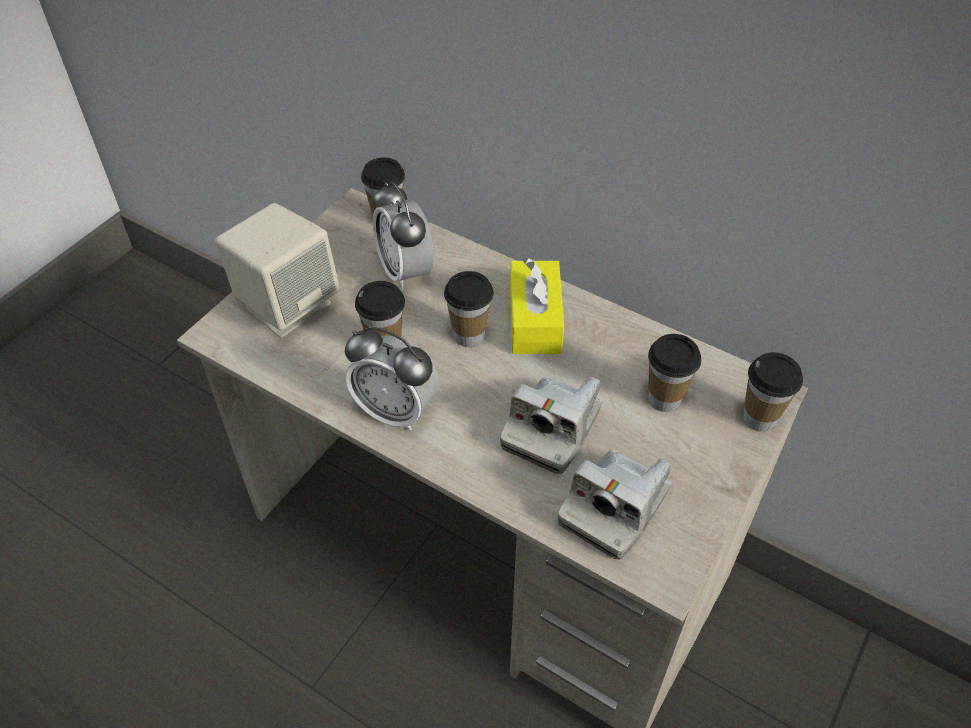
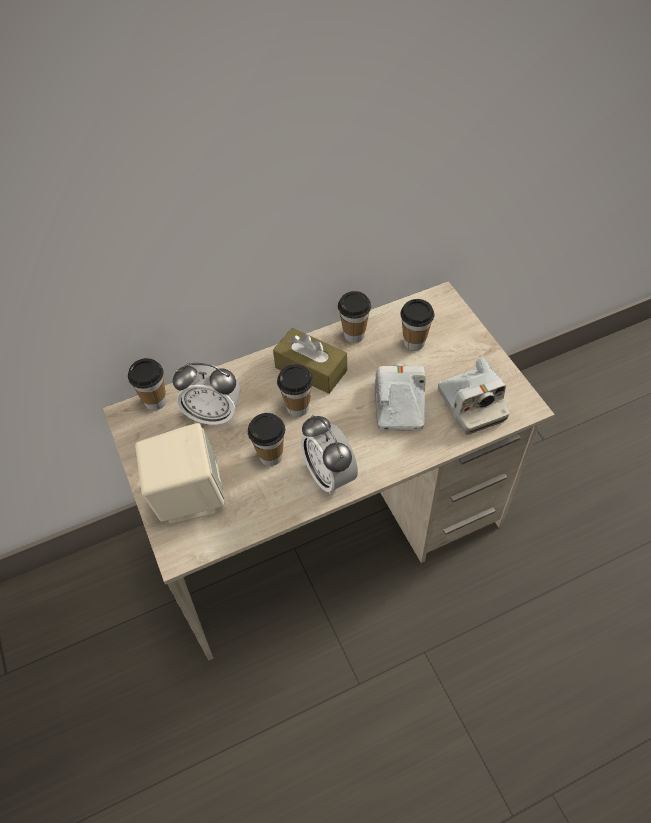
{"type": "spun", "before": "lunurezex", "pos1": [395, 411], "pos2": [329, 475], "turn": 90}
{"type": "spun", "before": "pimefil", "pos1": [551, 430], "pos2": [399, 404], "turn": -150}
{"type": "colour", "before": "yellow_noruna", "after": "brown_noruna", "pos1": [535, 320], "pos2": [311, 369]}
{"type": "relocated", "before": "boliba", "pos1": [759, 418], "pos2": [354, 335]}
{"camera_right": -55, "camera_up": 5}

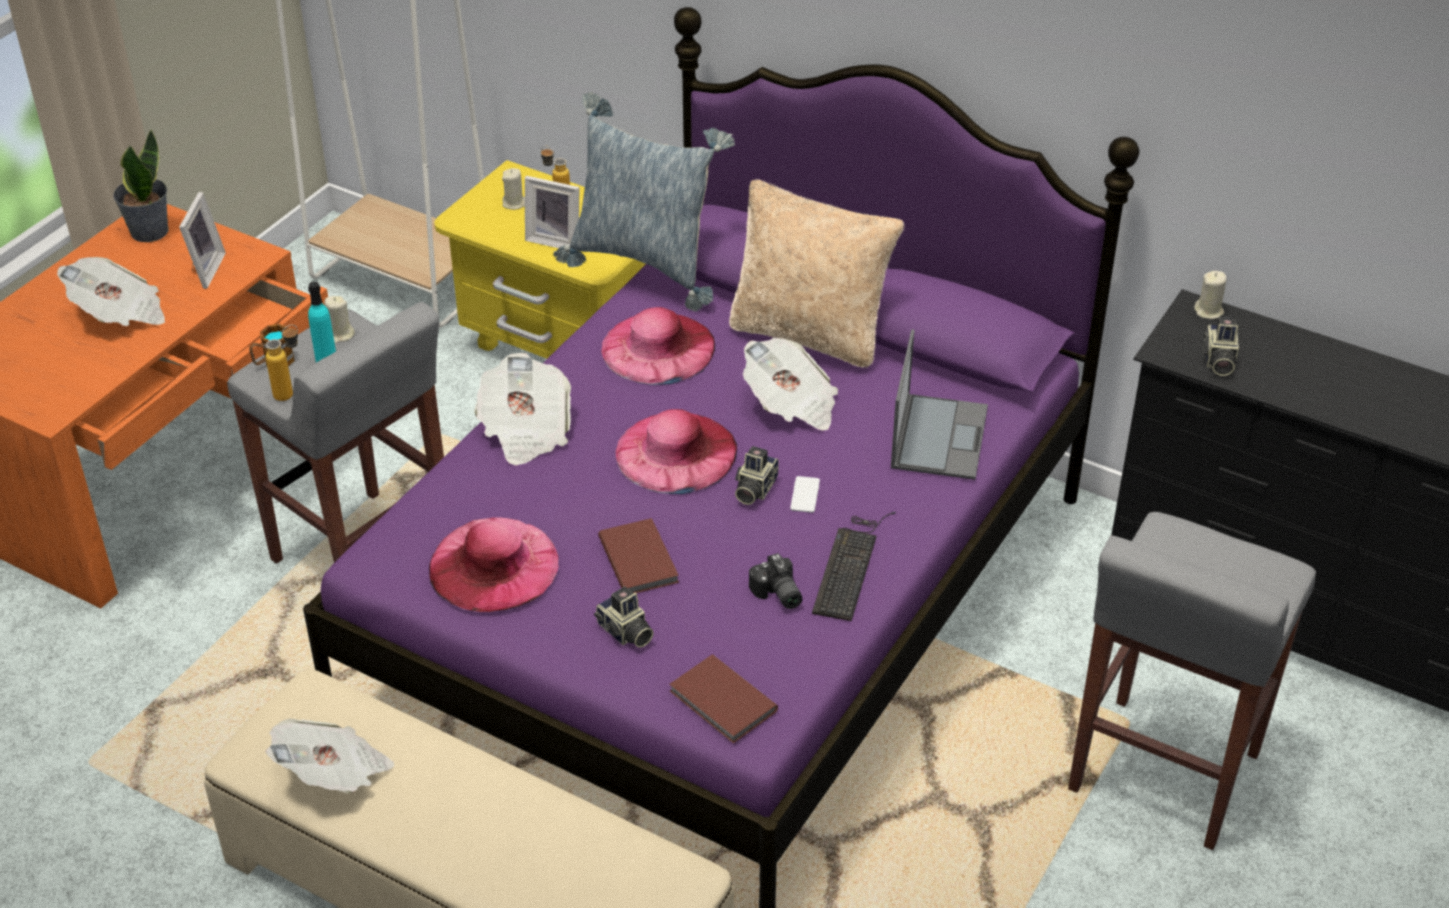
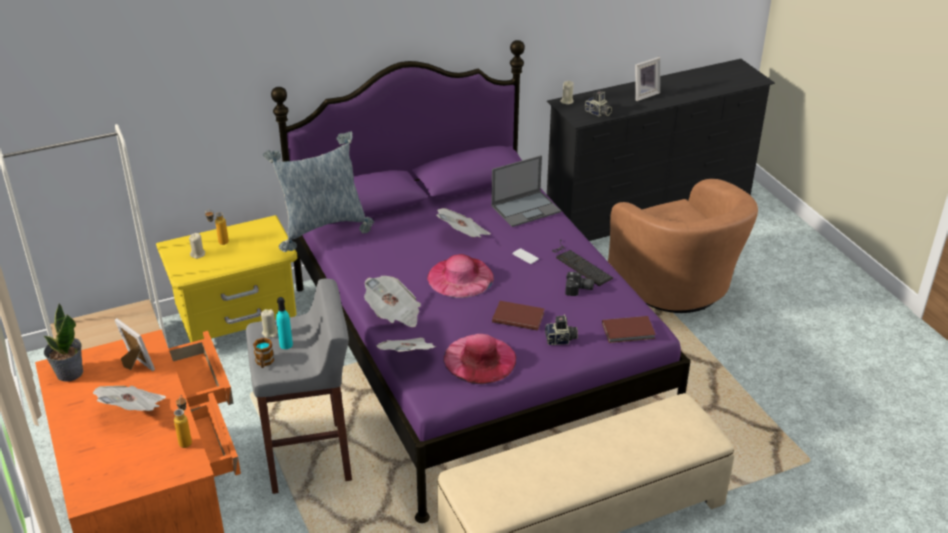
{"type": "relocated", "before": "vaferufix", "pos1": [291, 392], "pos2": [186, 440]}
{"type": "relocated", "before": "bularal", "pos1": [334, 774], "pos2": [408, 357]}
{"type": "relocated", "before": "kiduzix", "pos1": [556, 240], "pos2": [644, 94]}
{"type": "missing", "before": "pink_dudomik", "pos1": [658, 348]}
{"type": "missing", "before": "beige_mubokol", "pos1": [809, 338]}
{"type": "missing", "before": "pimefil", "pos1": [753, 489]}
{"type": "spun", "before": "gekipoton", "pos1": [939, 436], "pos2": [526, 208], "turn": 105}
{"type": "exchanged", "before": "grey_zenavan", "after": "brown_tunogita", "pos1": [1162, 774], "pos2": [676, 288]}
{"camera_right": -55, "camera_up": -5}

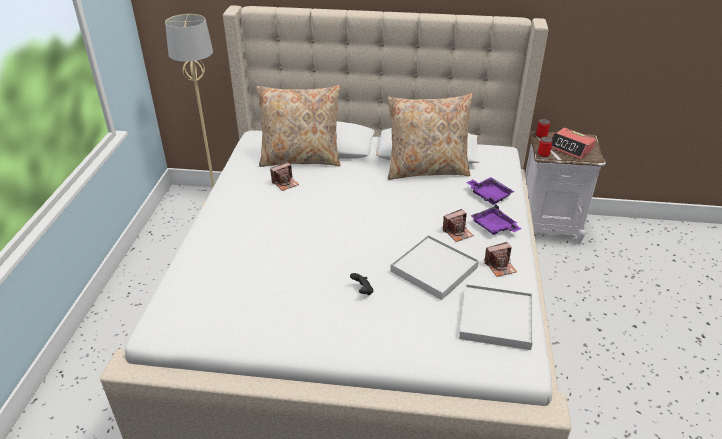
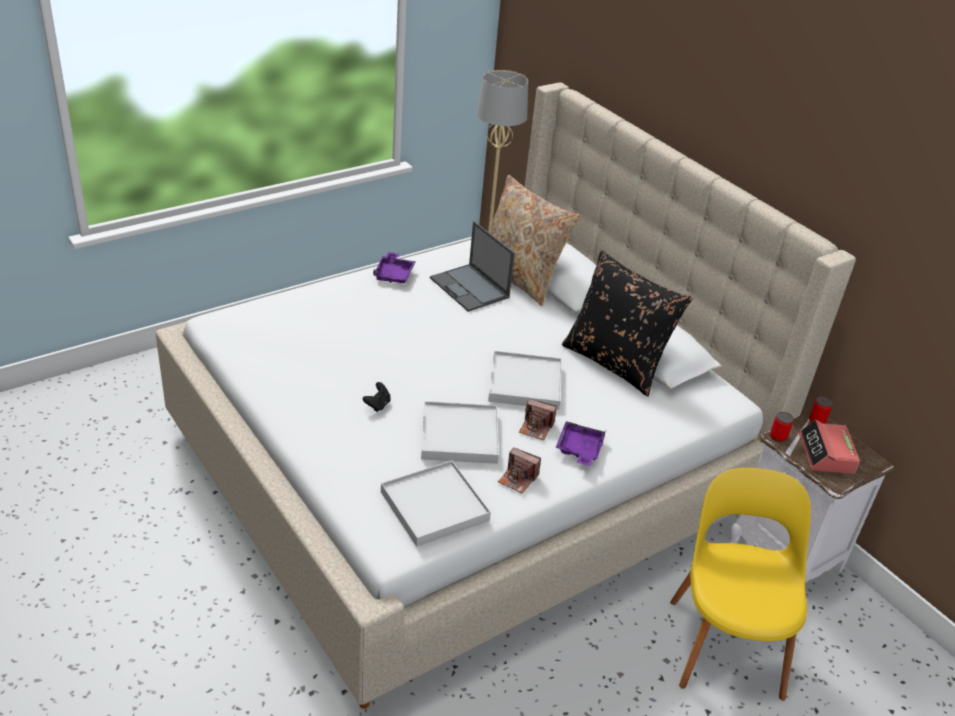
{"type": "exchanged", "before": "pimefil", "after": "gekipoton", "pos1": [285, 183], "pos2": [470, 288]}
{"type": "colour", "before": "beige_mubokol", "after": "black_mubokol", "pos1": [427, 170], "pos2": [615, 363]}
{"type": "relocated", "before": "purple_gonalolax", "pos1": [489, 195], "pos2": [394, 274]}
{"type": "appeared", "after": "white_gonalolax", "pos2": [524, 383]}
{"type": "appeared", "after": "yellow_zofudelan", "pos2": [725, 642]}
{"camera_right": 45, "camera_up": 0}

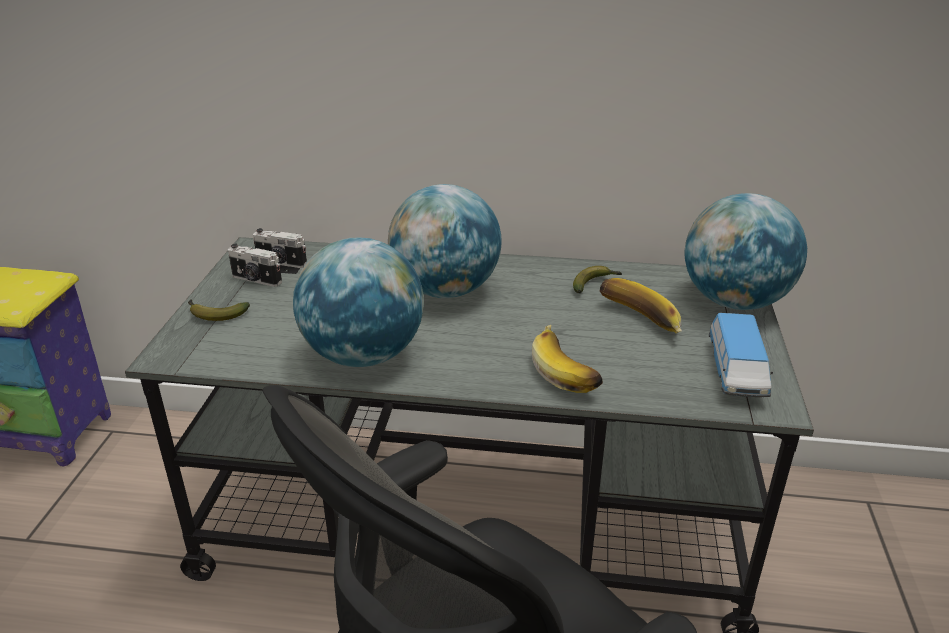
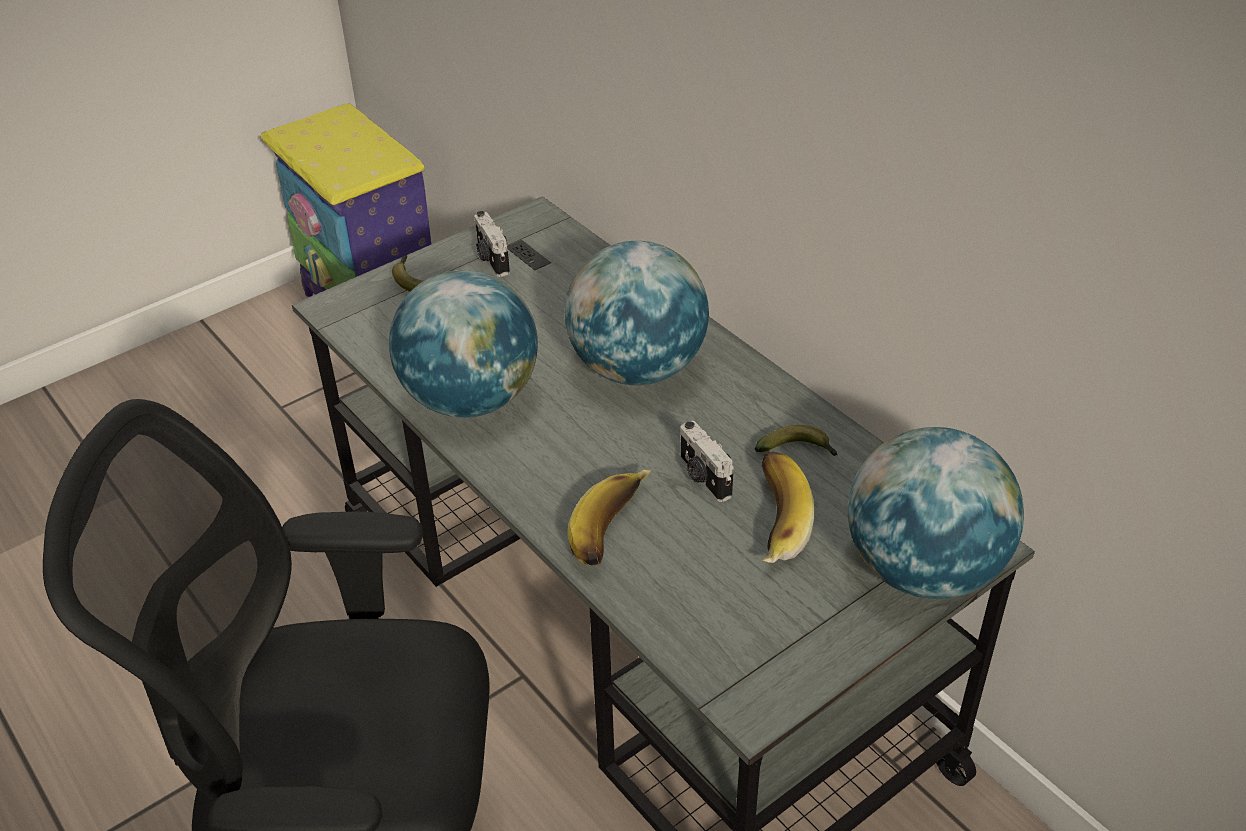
{"type": "relocated", "before": "pimefil", "pos1": [281, 263], "pos2": [703, 478]}
{"type": "missing", "before": "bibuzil", "pos1": [736, 372]}
{"camera_right": 45, "camera_up": 10}

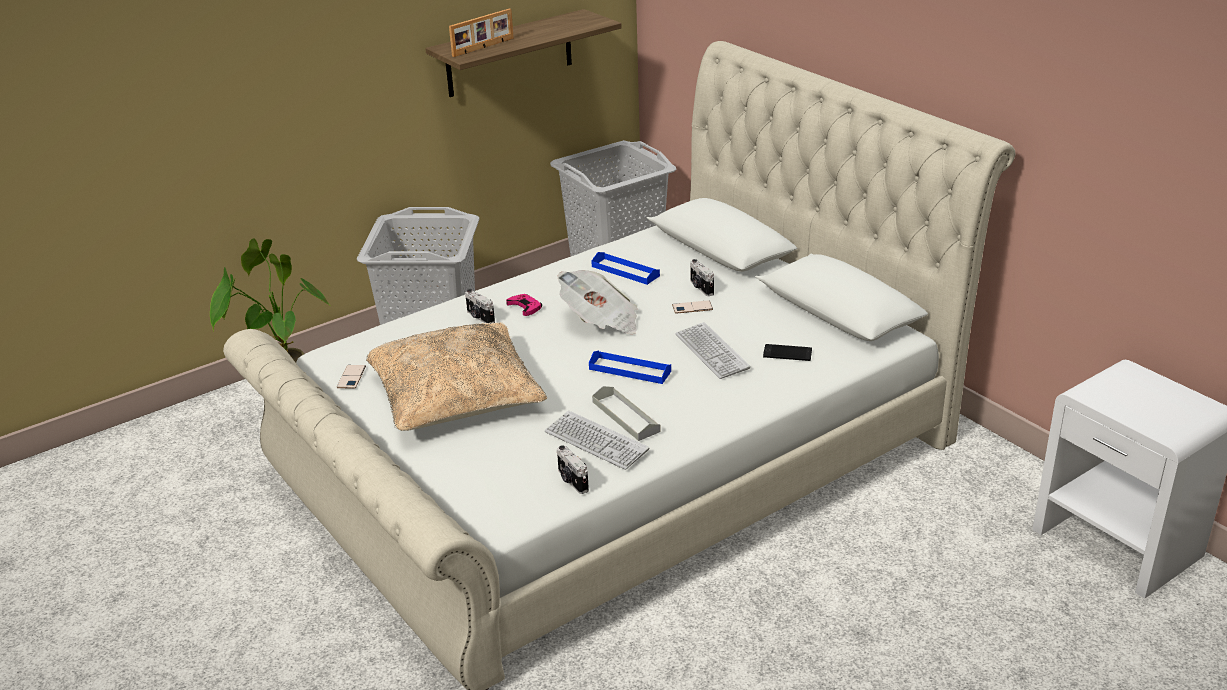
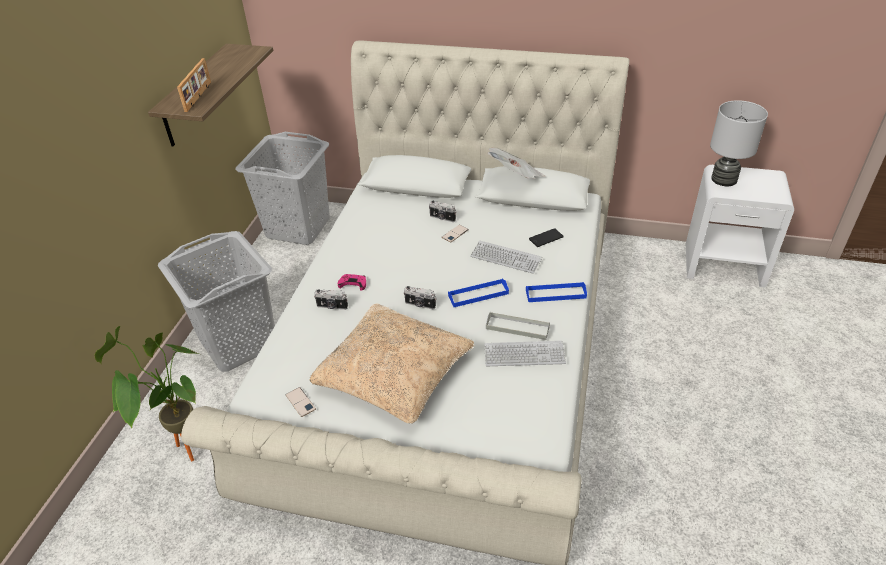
{"type": "relocated", "before": "bularal", "pos1": [601, 321], "pos2": [516, 177]}
{"type": "relocated", "before": "pimefil", "pos1": [571, 481], "pos2": [420, 305]}
{"type": "relocated", "before": "blue_gonalolax", "pos1": [625, 271], "pos2": [555, 294]}
{"type": "appeared", "after": "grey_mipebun", "pos2": [724, 179]}
{"camera_right": -40, "camera_up": 10}

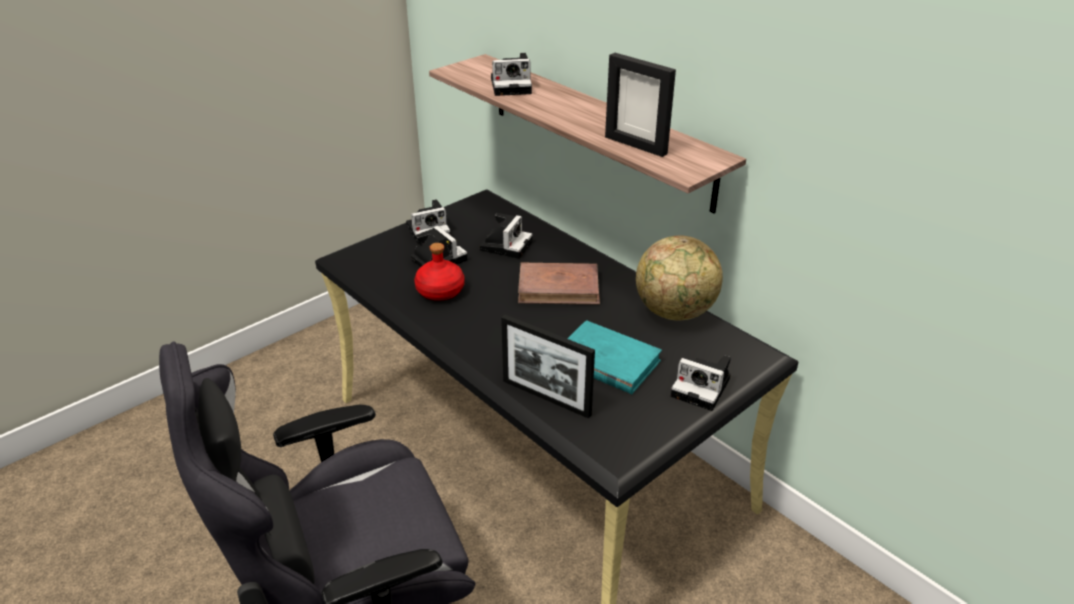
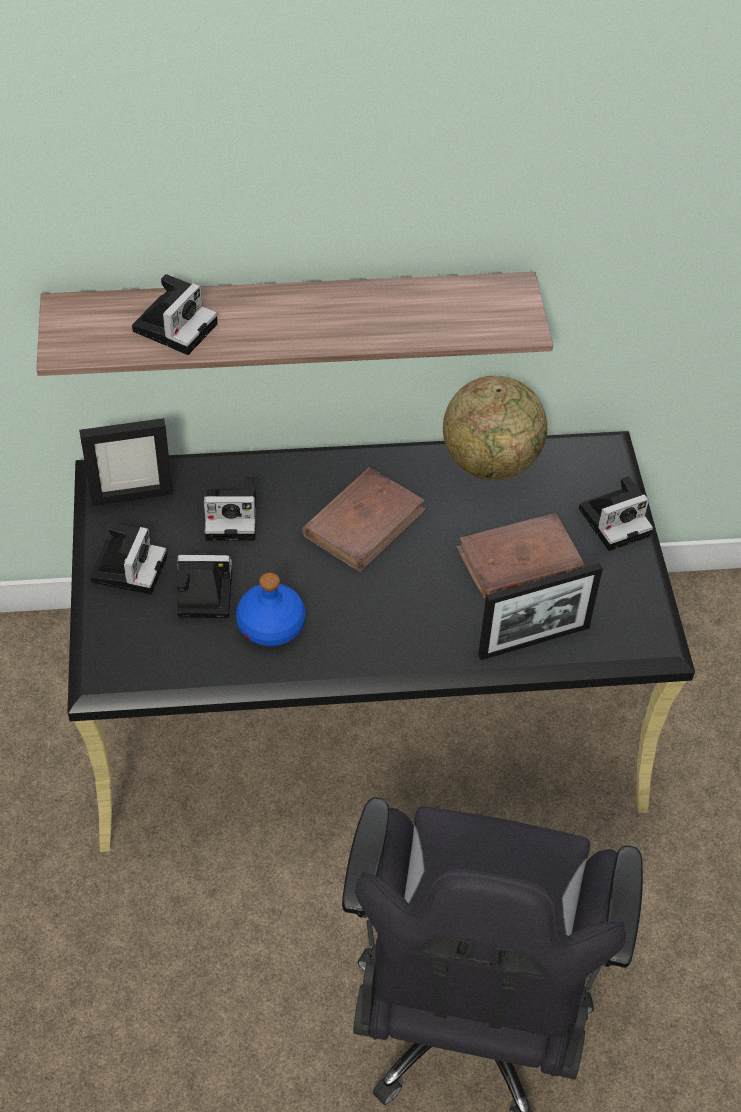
{"type": "colour", "before": "red_vaferufix", "after": "blue_vaferufix", "pos1": [439, 291], "pos2": [270, 626]}
{"type": "spun", "before": "pimefil", "pos1": [506, 244], "pos2": [234, 516], "turn": 120}
{"type": "colour", "before": "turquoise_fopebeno", "after": "brown_fopebeno", "pos1": [606, 361], "pos2": [519, 563]}
{"type": "relocated", "before": "kiduzix", "pos1": [636, 144], "pos2": [131, 495]}
{"camera_right": -55, "camera_up": 15}

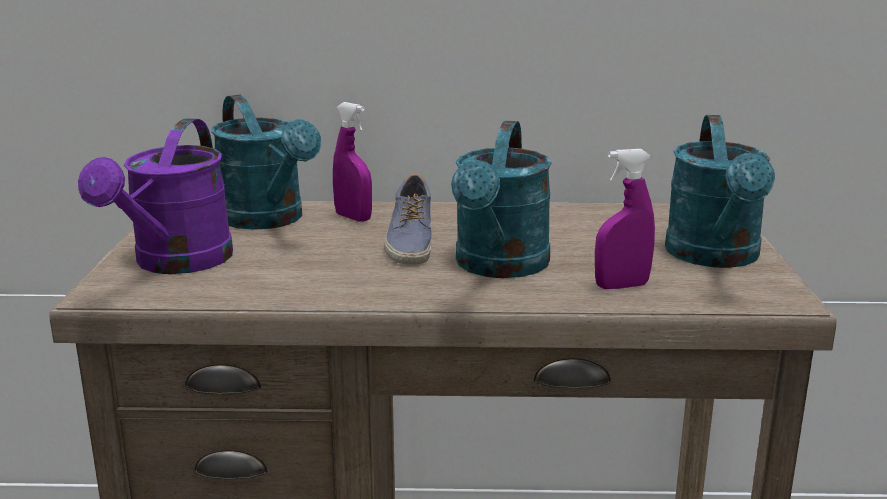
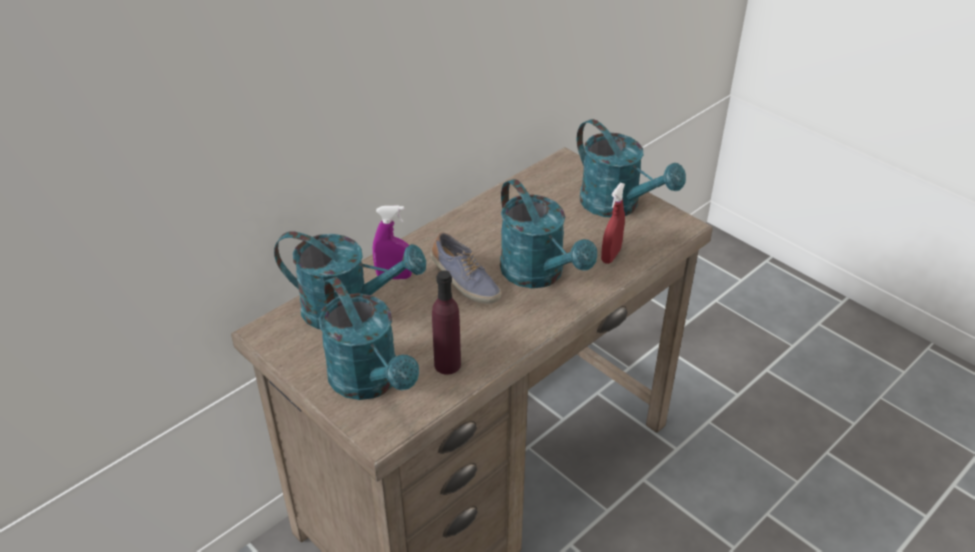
{"type": "colour", "before": "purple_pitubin", "after": "turquoise_pitubin", "pos1": [176, 263], "pos2": [370, 382]}
{"type": "colour", "before": "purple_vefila", "after": "red_vefila", "pos1": [621, 286], "pos2": [611, 255]}
{"type": "appeared", "after": "purple_vaferufix", "pos2": [447, 364]}
{"camera_right": -45, "camera_up": 20}

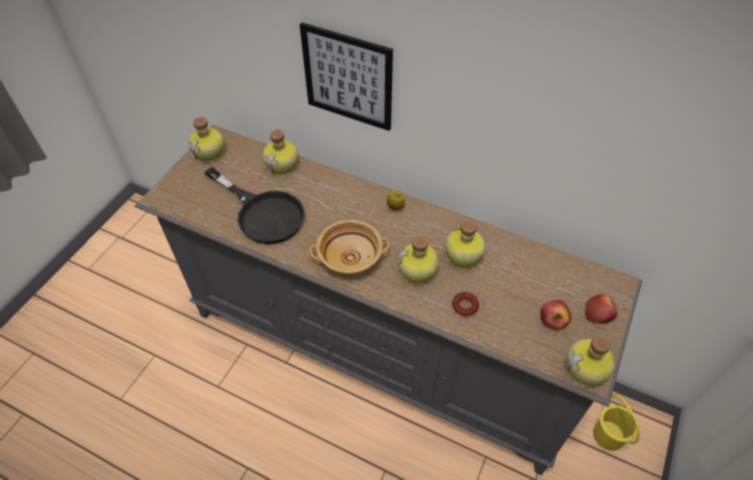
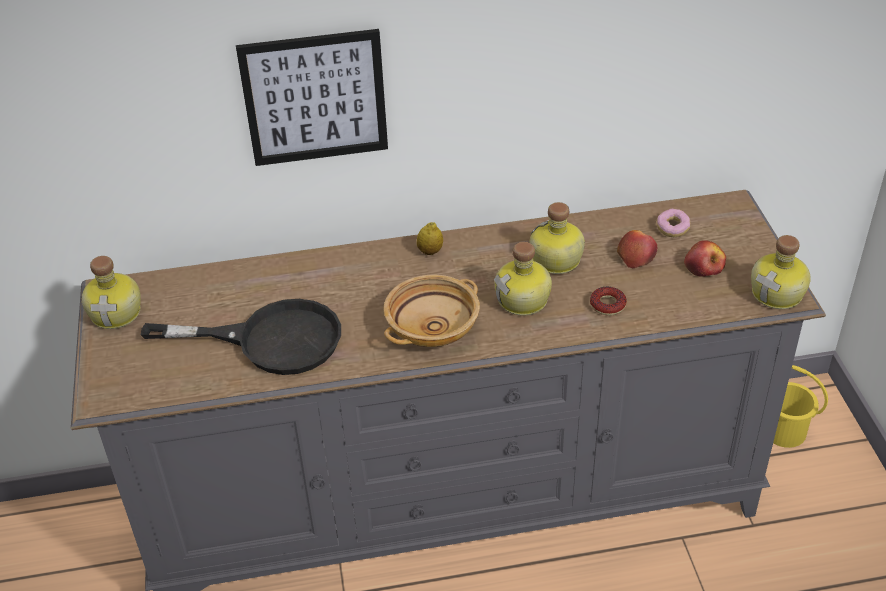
{"type": "missing", "before": "vaferufix", "pos1": [283, 165]}
{"type": "relocated", "before": "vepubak", "pos1": [599, 312], "pos2": [636, 255]}
{"type": "appeared", "after": "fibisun", "pos2": [672, 229]}
{"camera_right": -35, "camera_up": -10}

